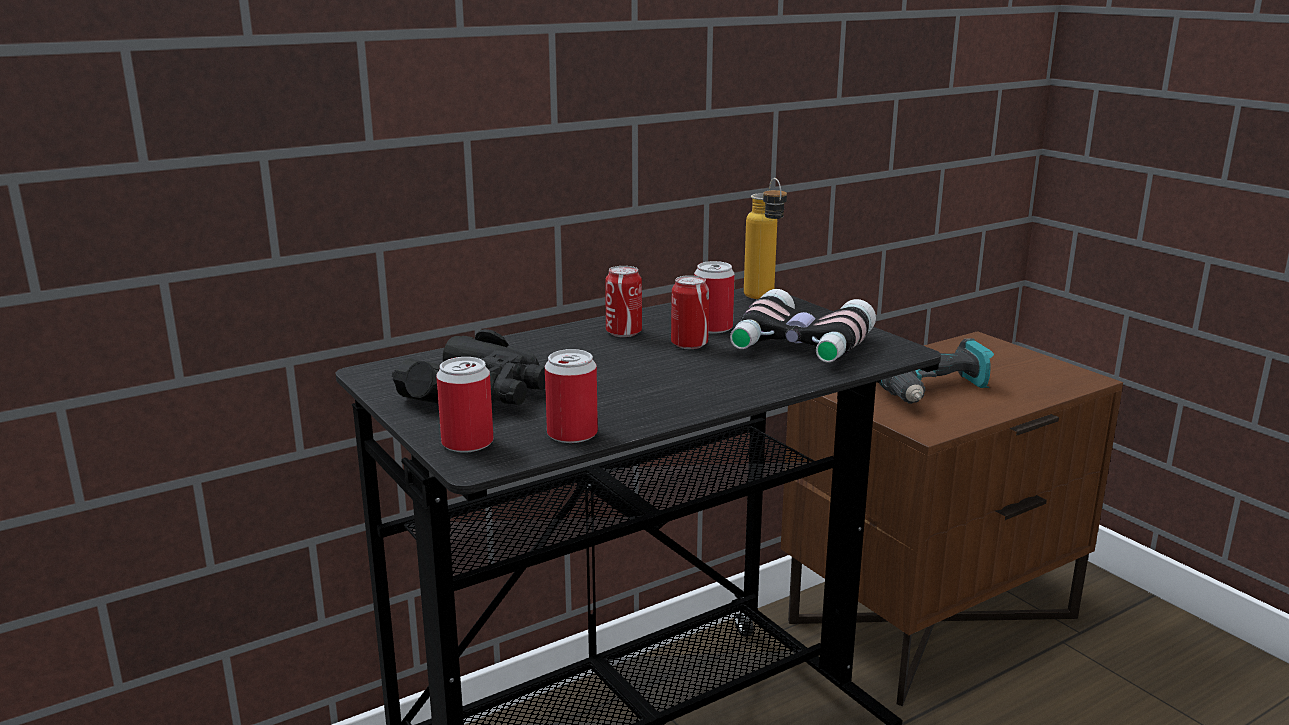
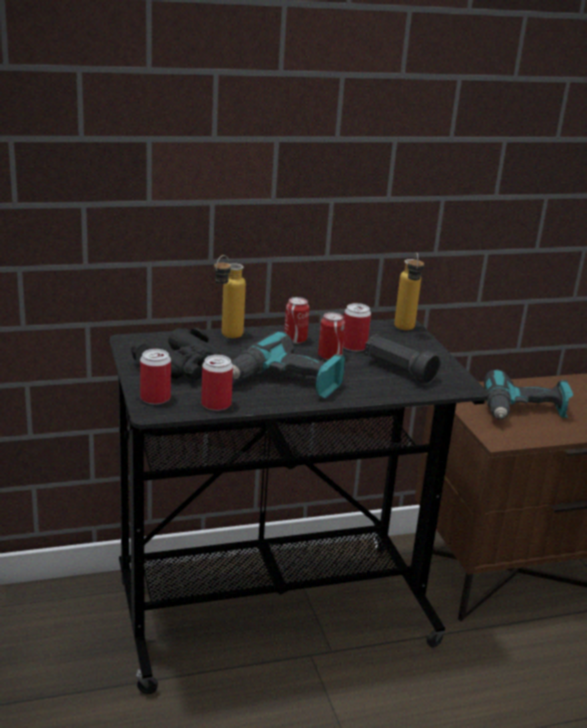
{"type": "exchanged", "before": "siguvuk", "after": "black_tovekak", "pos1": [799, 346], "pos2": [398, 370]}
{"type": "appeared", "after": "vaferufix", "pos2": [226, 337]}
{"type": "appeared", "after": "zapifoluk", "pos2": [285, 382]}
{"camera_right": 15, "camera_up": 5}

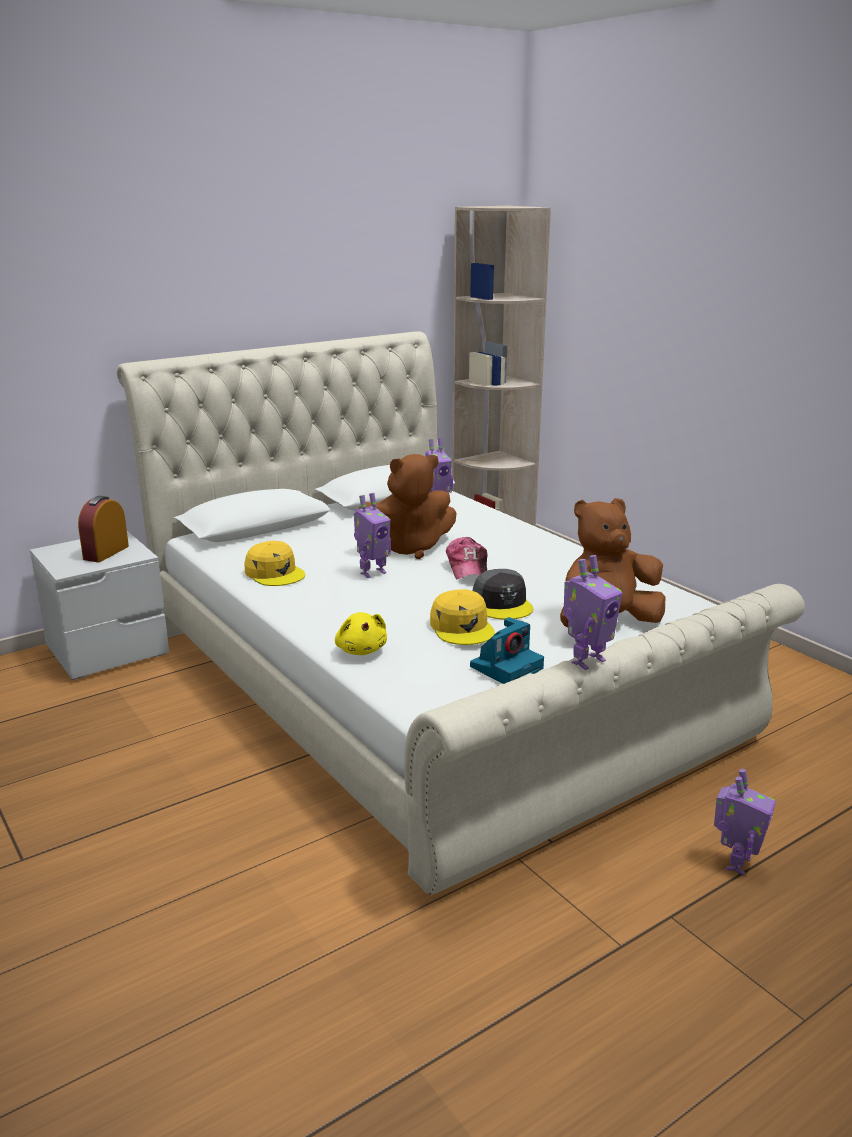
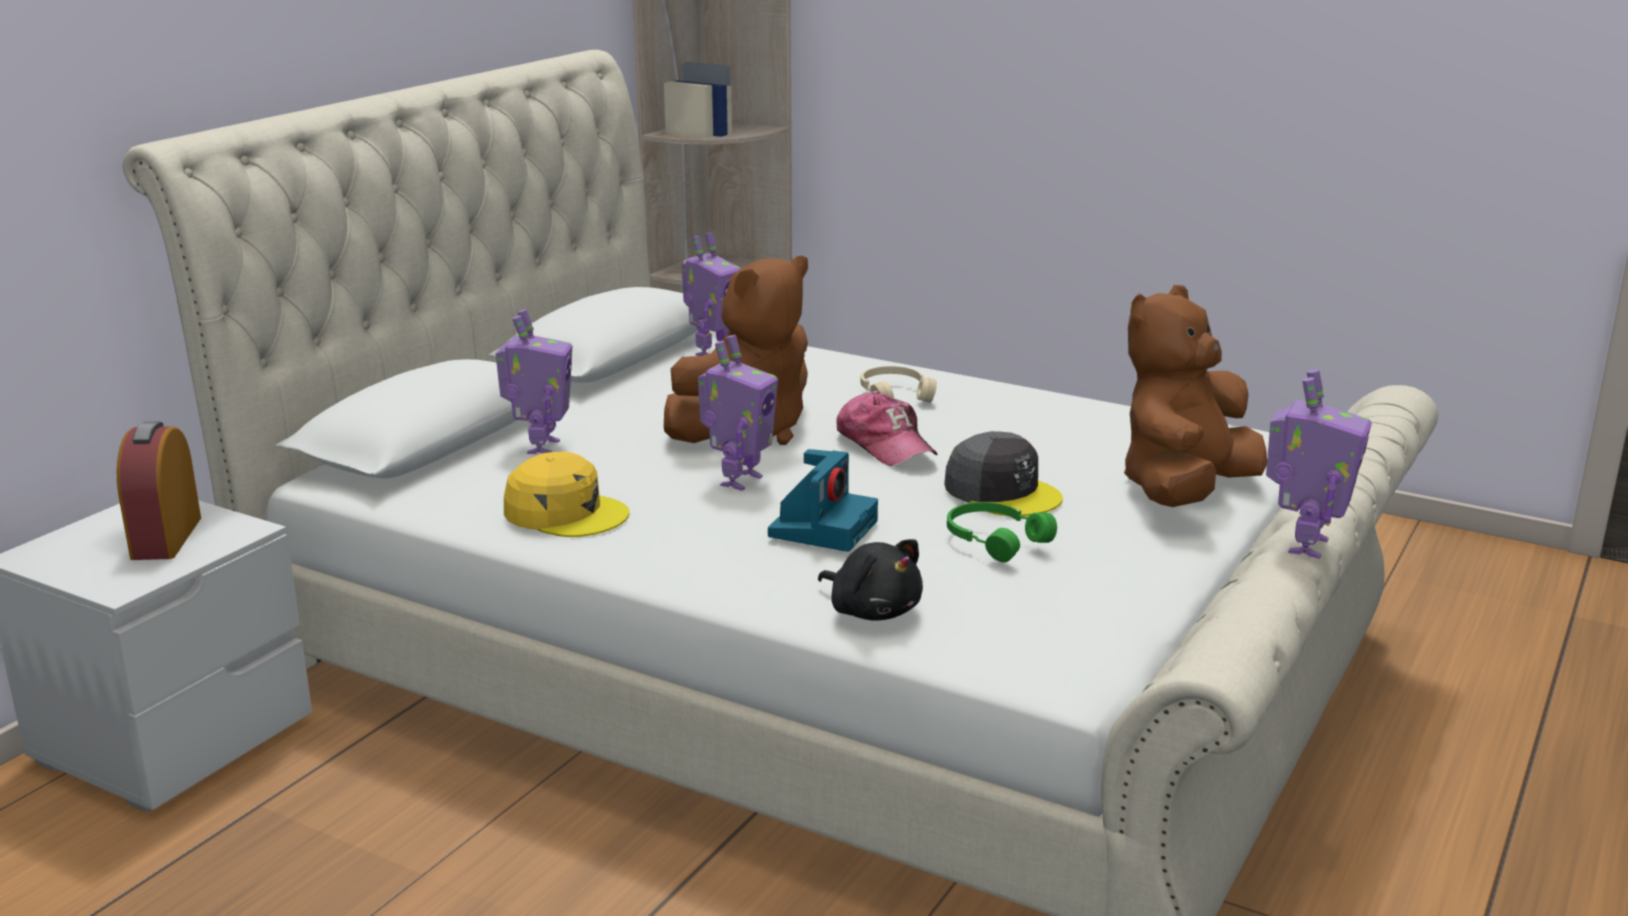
{"type": "colour", "before": "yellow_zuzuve", "after": "black_zuzuve", "pos1": [361, 650], "pos2": [872, 610]}
{"type": "exchanged", "before": "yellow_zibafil", "after": "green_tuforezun", "pos1": [462, 627], "pos2": [995, 540]}
{"type": "relocated", "before": "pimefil", "pos1": [507, 667], "pos2": [823, 527]}
{"type": "relocated", "before": "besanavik", "pos1": [736, 863], "pos2": [540, 447]}
{"type": "appeared", "after": "beige_tuforezun", "pos2": [895, 395]}
{"camera_right": -25, "camera_up": 0}

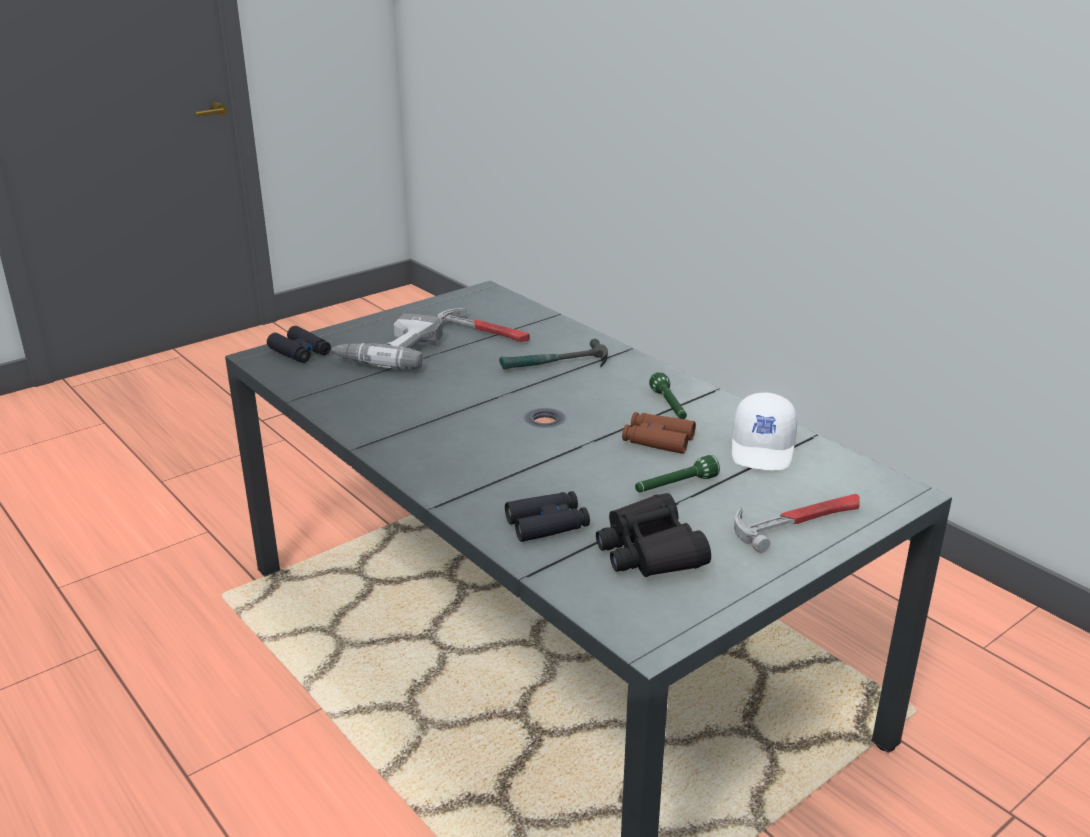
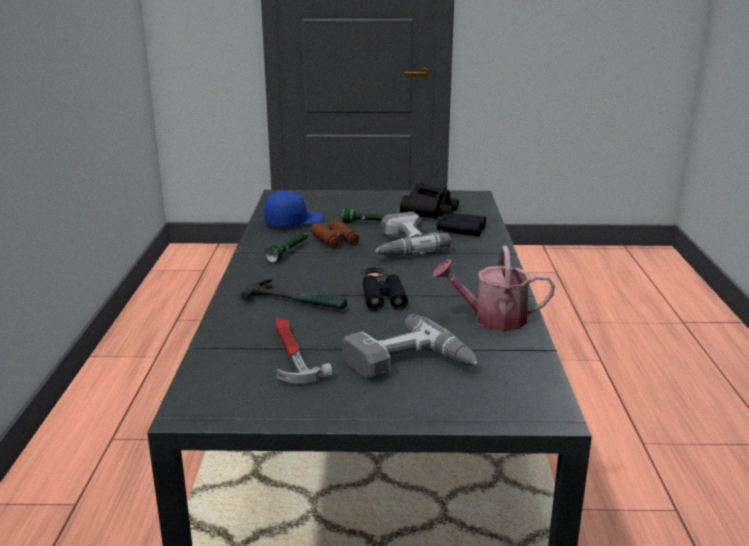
{"type": "relocated", "before": "black_siguvuk", "pos1": [300, 352], "pos2": [383, 298]}
{"type": "colour", "before": "white_zibafil", "after": "blue_zibafil", "pos1": [763, 449], "pos2": [293, 221]}
{"type": "missing", "before": "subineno", "pos1": [798, 522]}
{"type": "appeared", "after": "zapifoluk", "pos2": [400, 245]}
{"type": "appeared", "after": "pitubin", "pos2": [492, 318]}
{"camera_right": -140, "camera_up": -5}

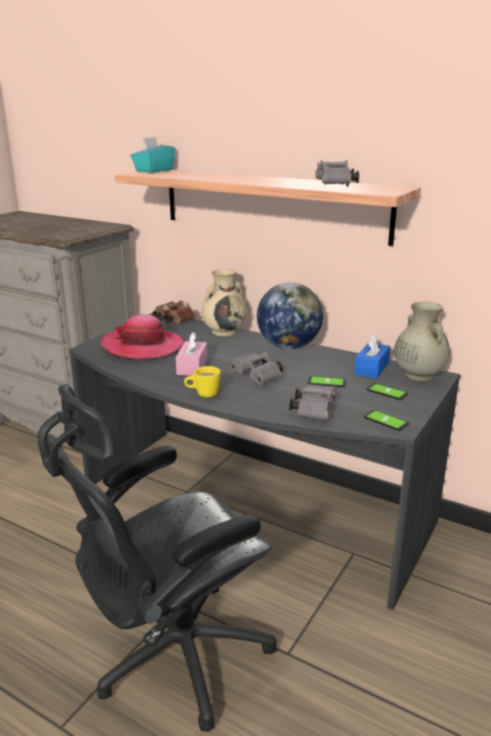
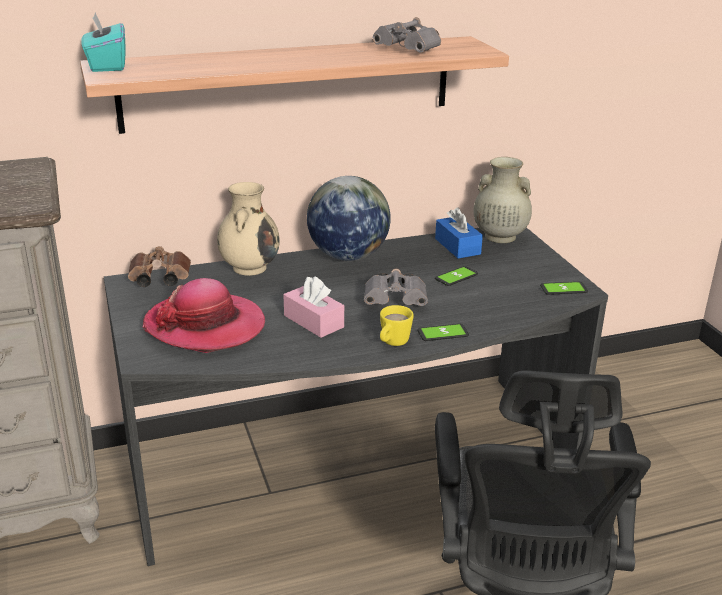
{"type": "missing", "before": "grey_siguvuk", "pos1": [314, 411]}
{"type": "relocated", "before": "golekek", "pos1": [386, 392], "pos2": [443, 333]}
{"camera_right": -50, "camera_up": 5}

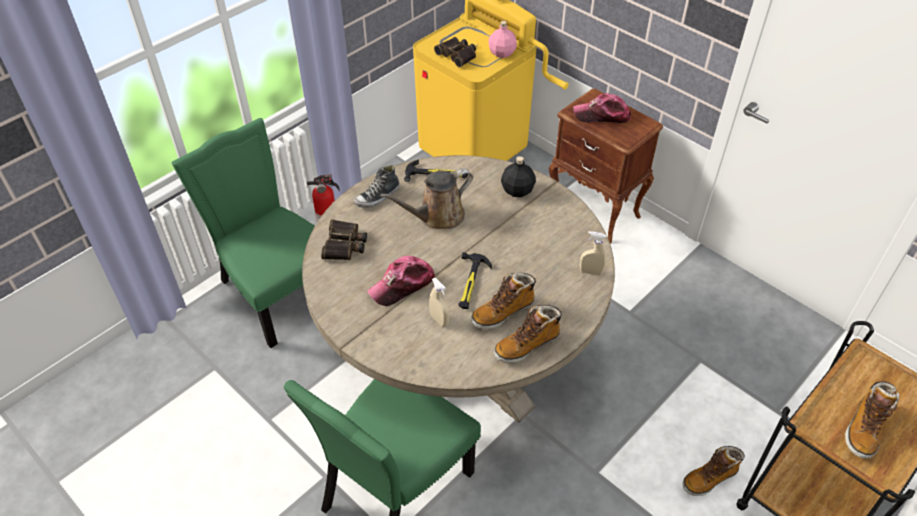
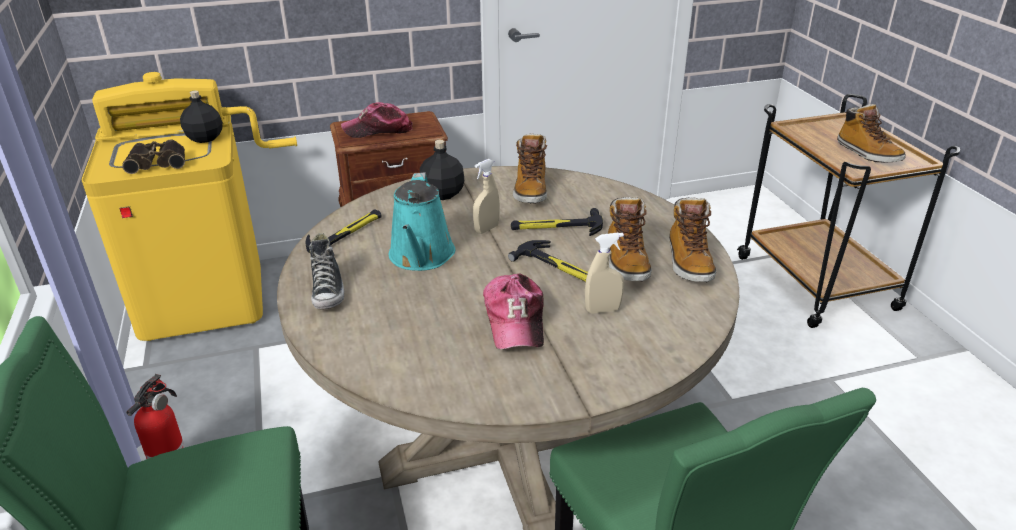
{"type": "missing", "before": "siguvuk", "pos1": [345, 245]}
{"type": "colour", "before": "brown_pitubin", "after": "turquoise_pitubin", "pos1": [437, 216], "pos2": [421, 257]}
{"type": "colour", "before": "pink_vaferufix", "after": "black_vaferufix", "pos1": [501, 53], "pos2": [204, 138]}
{"type": "spun", "before": "zibafil", "pos1": [602, 115], "pos2": [378, 130], "turn": 45}
{"type": "relocated", "before": "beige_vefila", "pos1": [591, 272], "pos2": [486, 229]}
{"type": "relocated", "before": "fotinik", "pos1": [709, 478], "pos2": [530, 190]}
{"type": "appeared", "after": "subineno", "pos2": [556, 227]}
{"camera_right": -60, "camera_up": -15}

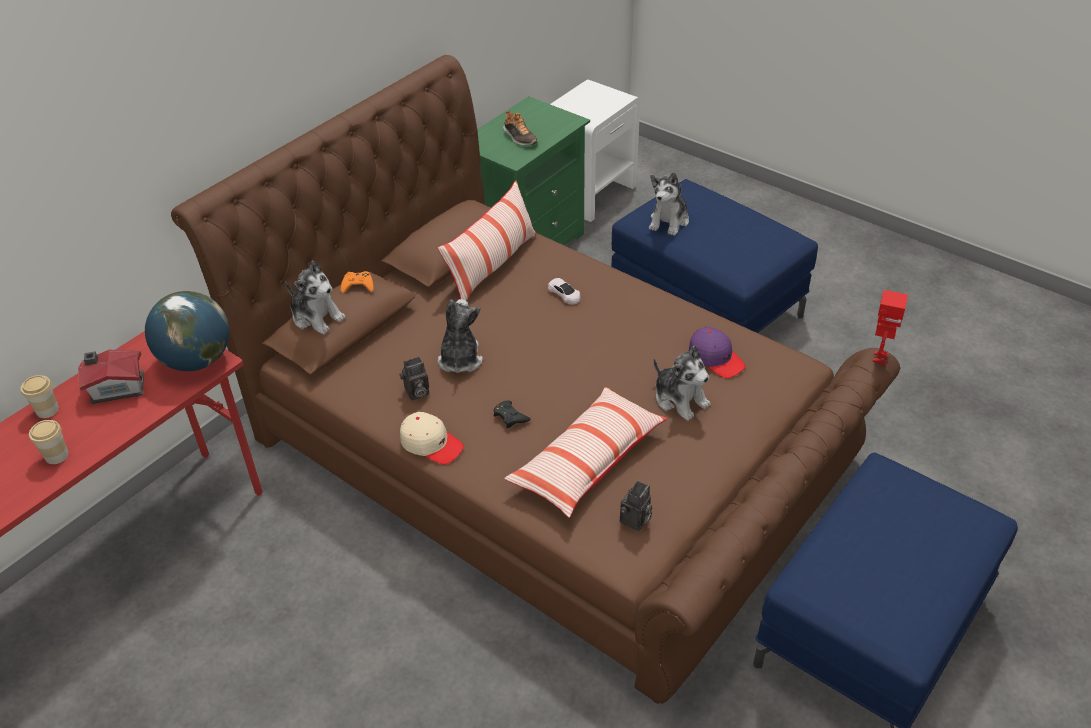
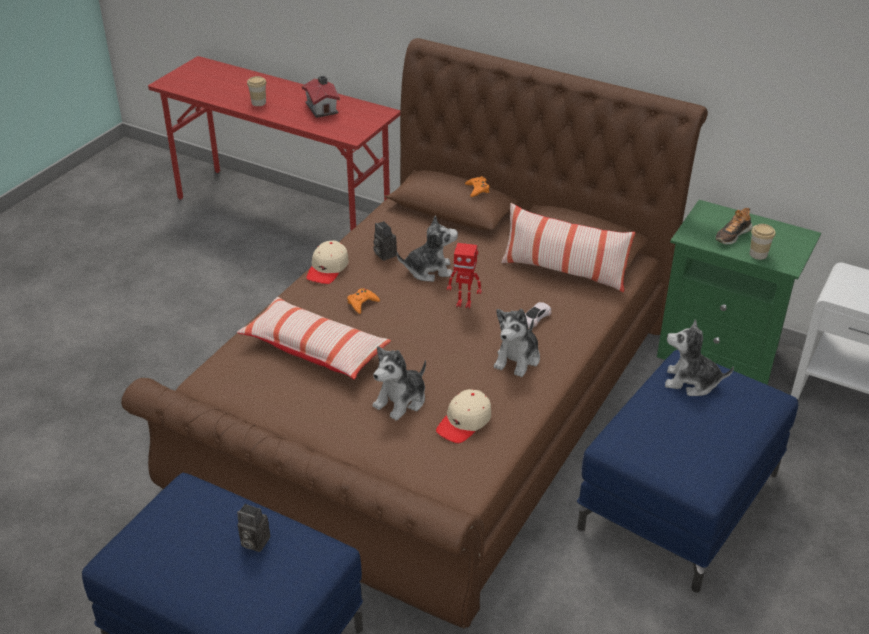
{"type": "relocated", "before": "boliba", "pos1": [47, 410], "pos2": [758, 254]}
{"type": "missing", "before": "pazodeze", "pos1": [197, 361]}
{"type": "relocated", "before": "zuzuve", "pos1": [317, 317], "pos2": [517, 359]}
{"type": "colour", "before": "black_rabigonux", "after": "orange_rabigonux", "pos1": [510, 417], "pos2": [362, 303]}
{"type": "relocated", "before": "pimefil", "pos1": [635, 521], "pos2": [253, 542]}
{"type": "colour", "before": "purple_zibafil", "after": "beige_zibafil", "pos1": [716, 358], "pos2": [464, 422]}
{"type": "relocated", "before": "besanavik", "pos1": [879, 358], "pos2": [464, 303]}
{"camera_right": 80, "camera_up": -5}

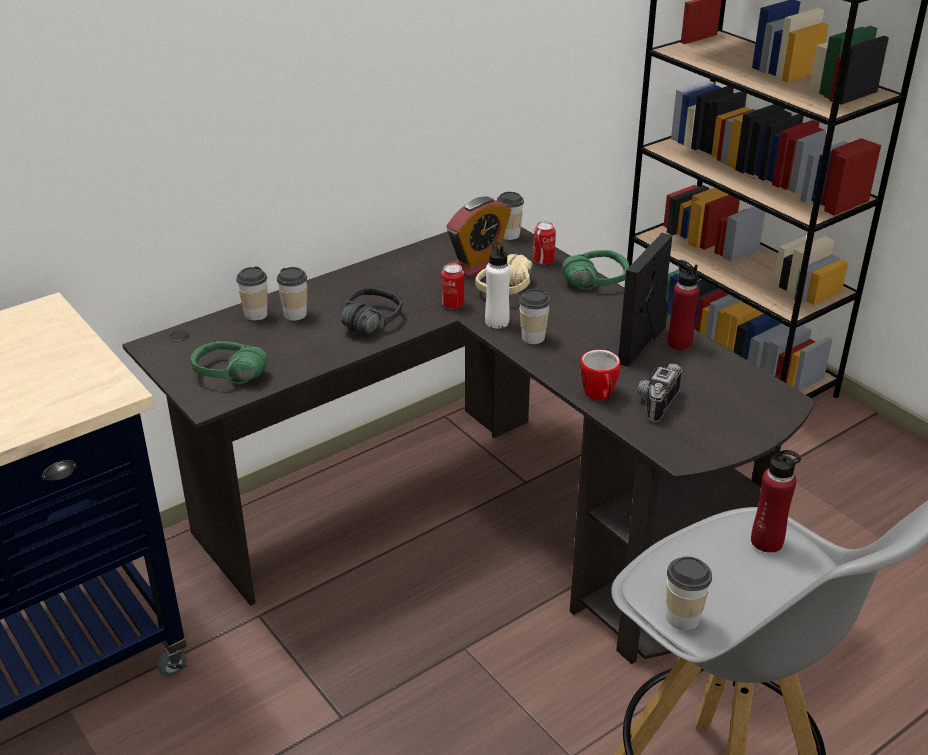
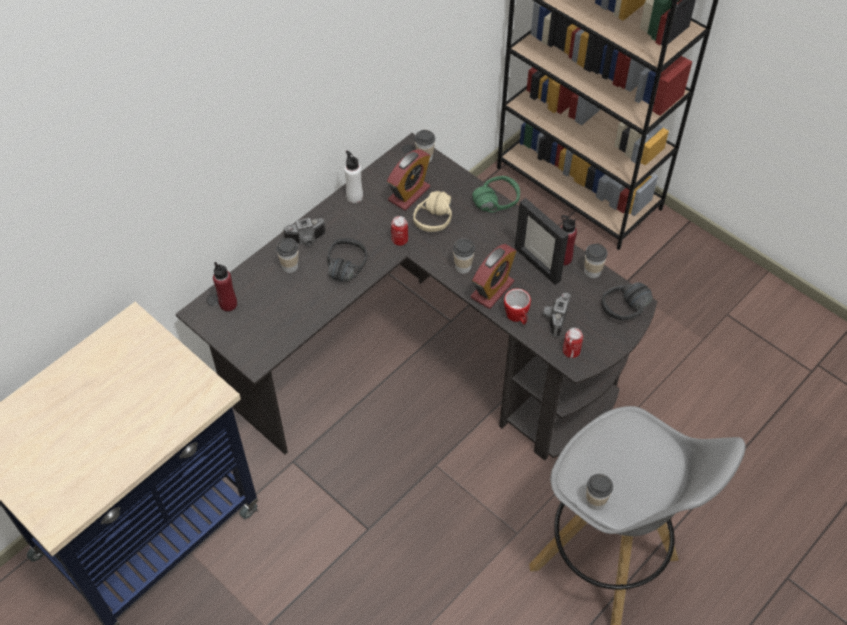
{"type": "missing", "before": "green_tuforezun", "pos1": [226, 380]}
{"type": "relocated", "before": "boliba", "pos1": [256, 314], "pos2": [592, 271]}
{"type": "relocated", "before": "white_vaferufix", "pos1": [497, 322], "pos2": [354, 197]}
{"type": "relocated", "before": "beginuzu", "pos1": [543, 260], "pos2": [571, 351]}
{"type": "spun", "before": "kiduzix", "pos1": [642, 345], "pos2": [538, 264], "turn": -60}
{"type": "relocated", "before": "red_vaferufix", "pos1": [767, 541], "pos2": [228, 304]}
{"type": "appeared", "after": "pimefil", "pos2": [307, 241]}
{"type": "appeared", "after": "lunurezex", "pos2": [492, 290]}
{"type": "appeared", "after": "black_tuforezun", "pos2": [630, 313]}
{"camera_right": -10, "camera_up": 20}

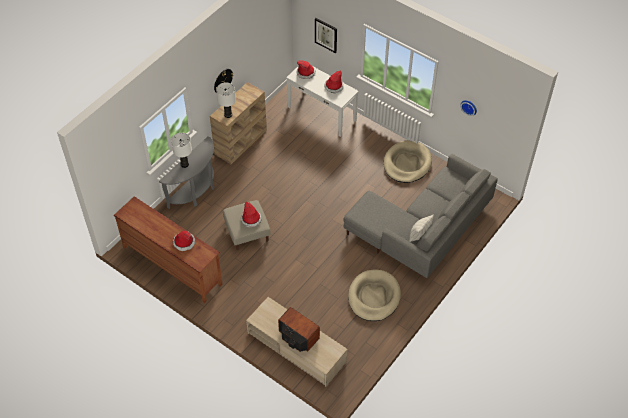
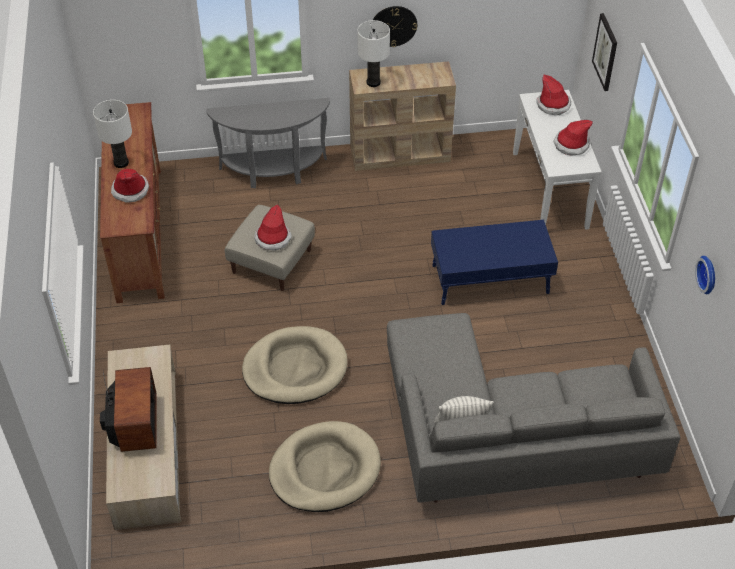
{"type": "relocated", "before": "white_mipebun", "pos1": [184, 164], "pos2": [121, 162]}
{"type": "relocated", "before": "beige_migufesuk", "pos1": [407, 163], "pos2": [295, 368]}
{"type": "appeared", "after": "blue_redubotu", "pos2": [489, 279]}
{"camera_right": 45, "camera_up": -5}

